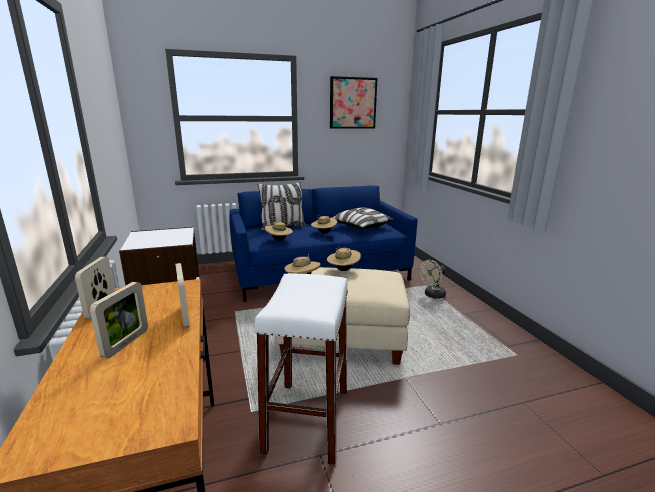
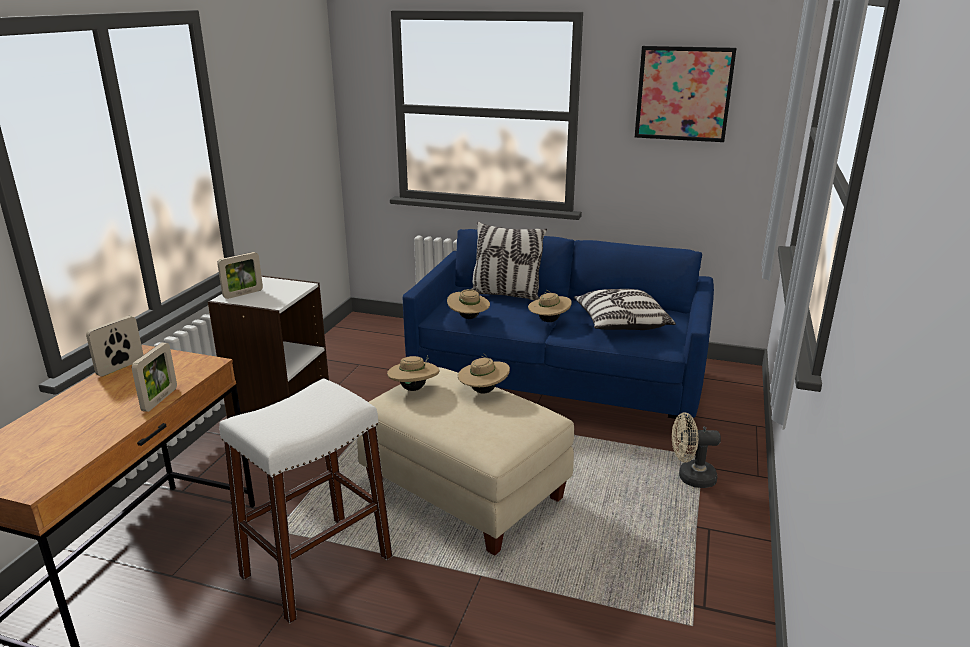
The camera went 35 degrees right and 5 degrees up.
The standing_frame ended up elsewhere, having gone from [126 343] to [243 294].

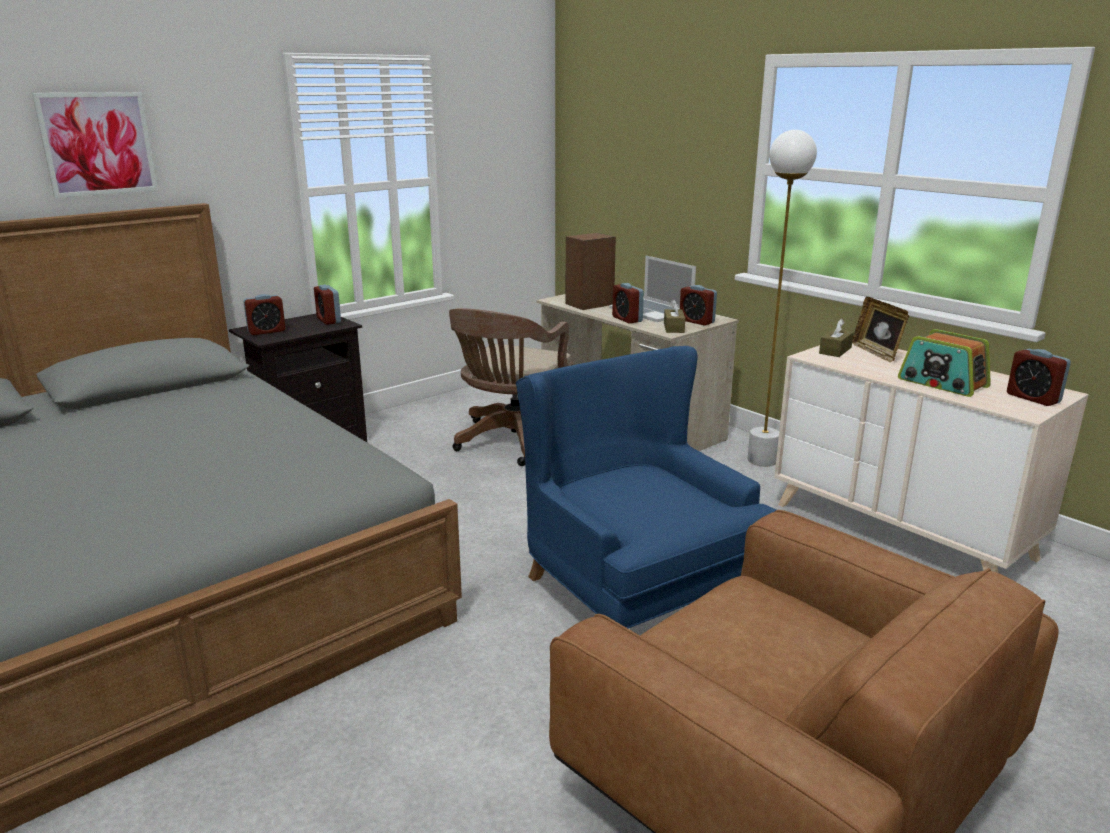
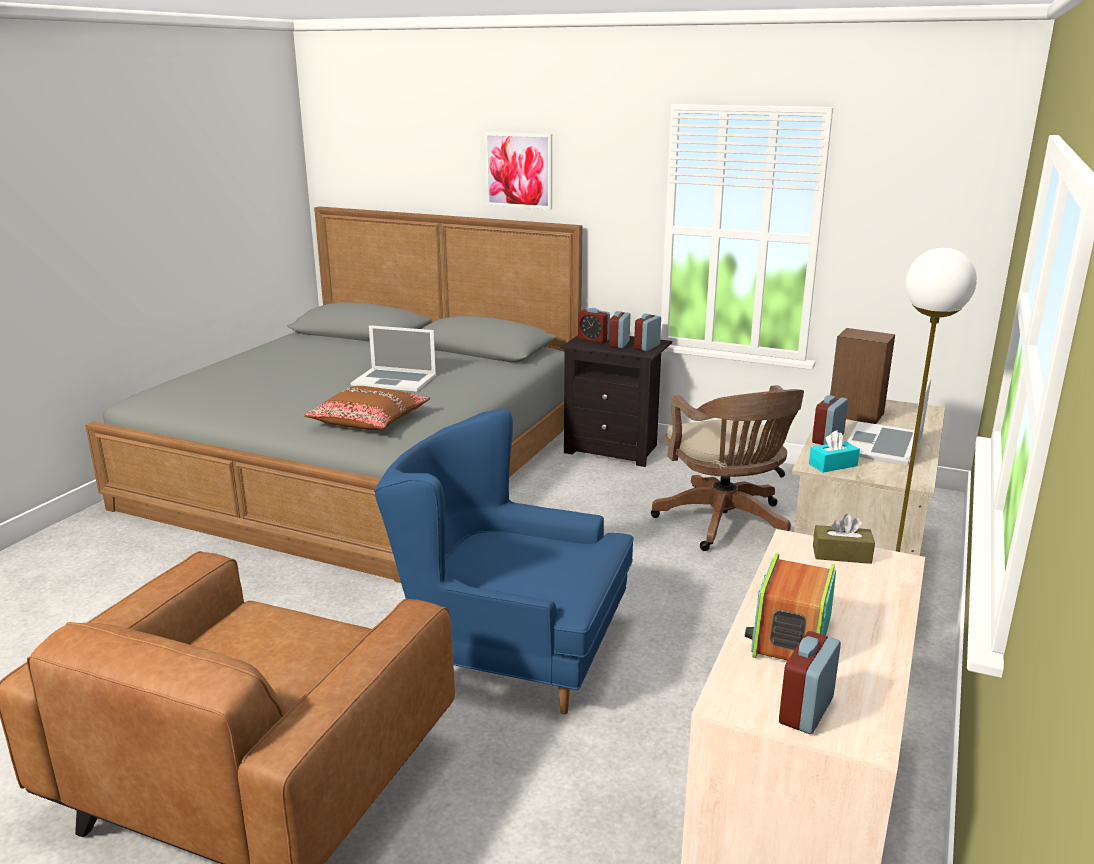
The camera went 65 degrees right and 0 degrees up.
The brownish_desk_chair at [512 442] ended up facing another way, 105 degrees counterclockwise from before.
The blue-coloured_easy_chair at [632 586] ended up facing another way, 105 degrees counterclockwise from before.
What was the brownish_box_of_tissues at [674 328] turned into the turquoise-coloured_box_of_tissues at [833 465].
The table_clock ended up elsewhere, having gone from [696 321] to [619 344].
The second view lost the standing_frame at [876 353].
The second view gained the brownish_cushion at [369 420].
The second view gained the portable_computer at [394 380].

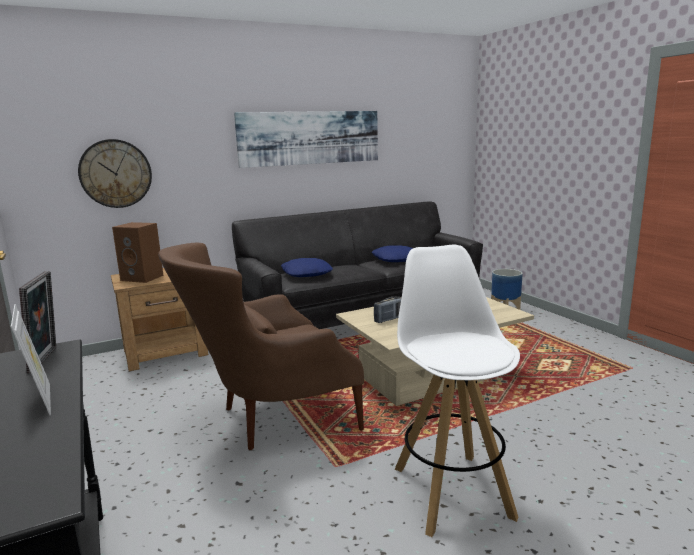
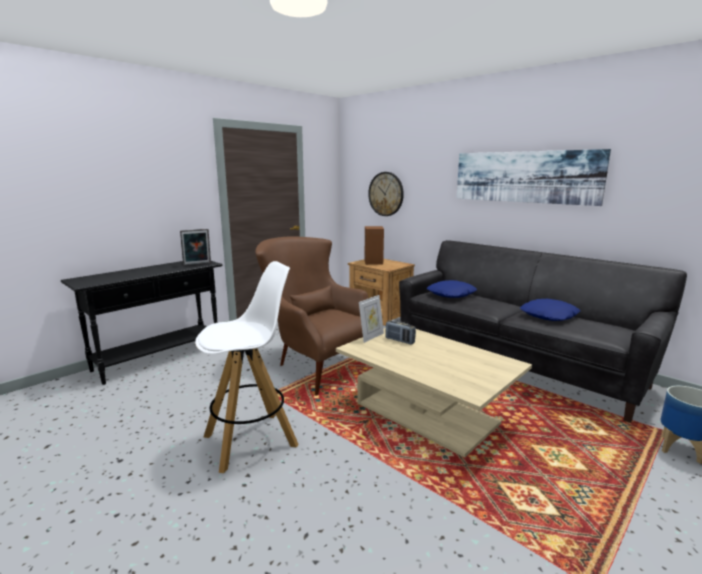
The camera went 70 degrees right and 0 degrees up.
The standing_frame ended up elsewhere, having gone from [41 401] to [371 337].

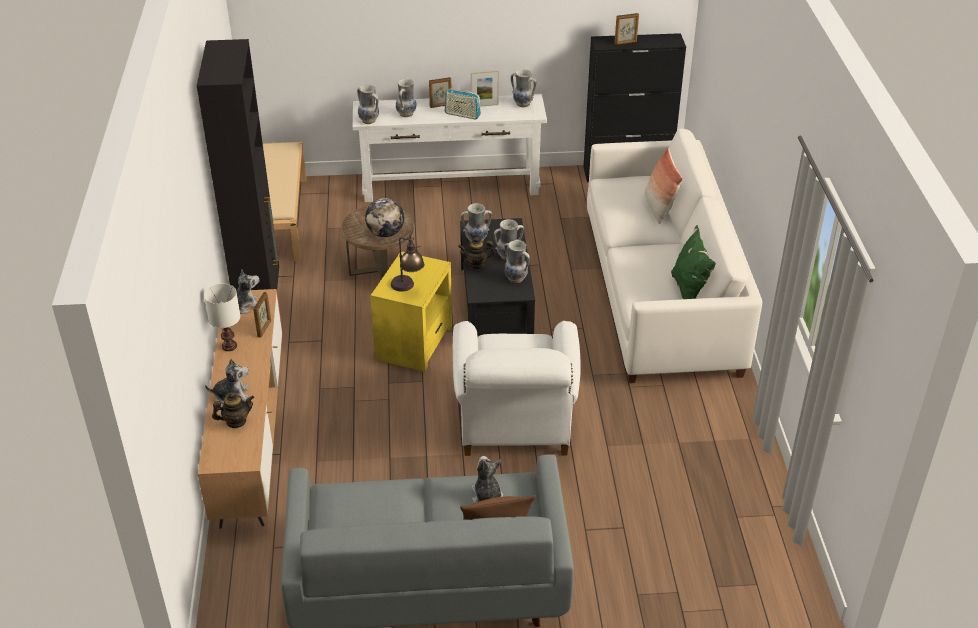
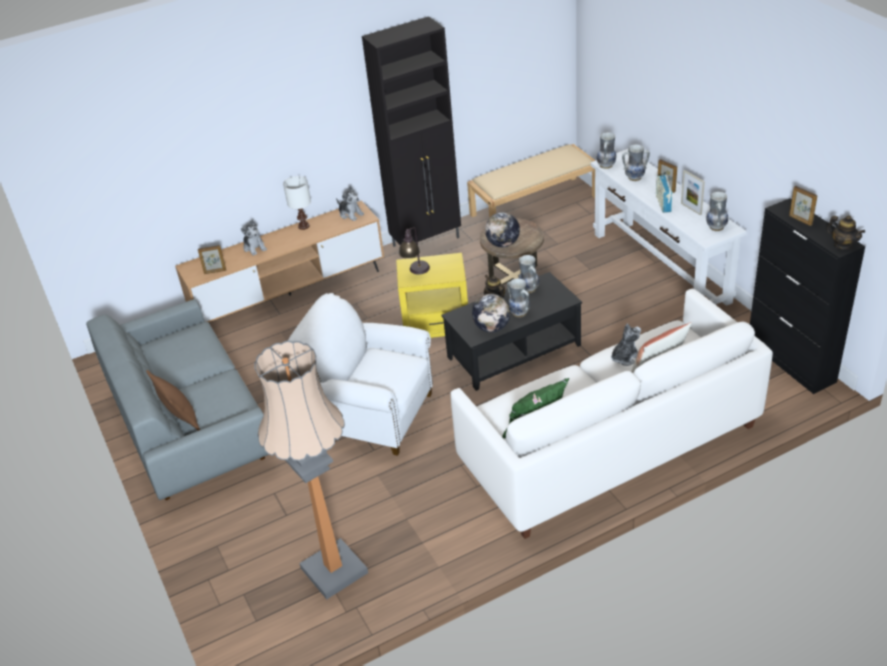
The camera went 70 degrees right and 0 degrees up.
The teapot ended up elsewhere, having gone from [236 421] to [843 245].
The standing_frame ended up elsewhere, having gone from [264 328] to [215 271].
The whitish_easy_chair at [515 426] ended up facing another way, 45 degrees clockwise from before.
The cuddly_toy ended up elsewhere, having gone from [487 496] to [625 357].
Where the vase stood at [516 278], the world_globe came to stand at [492 327].
The second view gained the floor_lamp at [334 570].

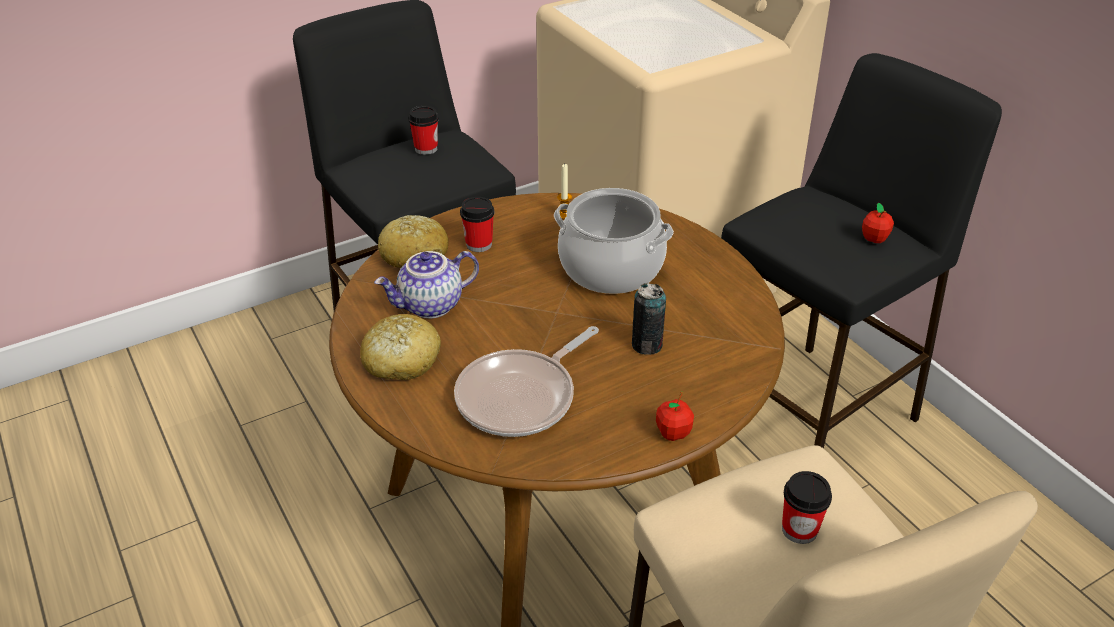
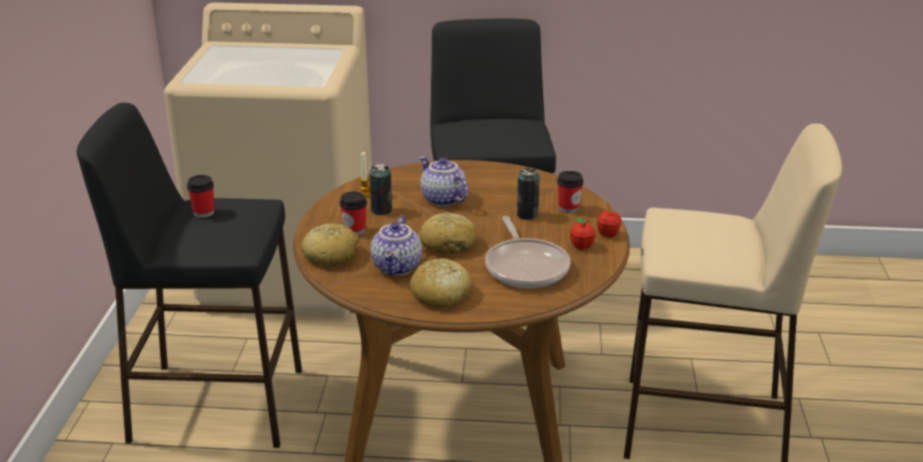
The camera went 55 degrees left and 10 degrees down.
Where the stockpot stood at [610 268], the teapot came to stand at [442 199].
The drinking_cup ended up elsewhere, having gone from [799 529] to [568 208].
The apple ended up elsewhere, having gone from [874 239] to [581 246].
The second view gained the metal_can at [381 210].
The second view gained the bread at [449 244].

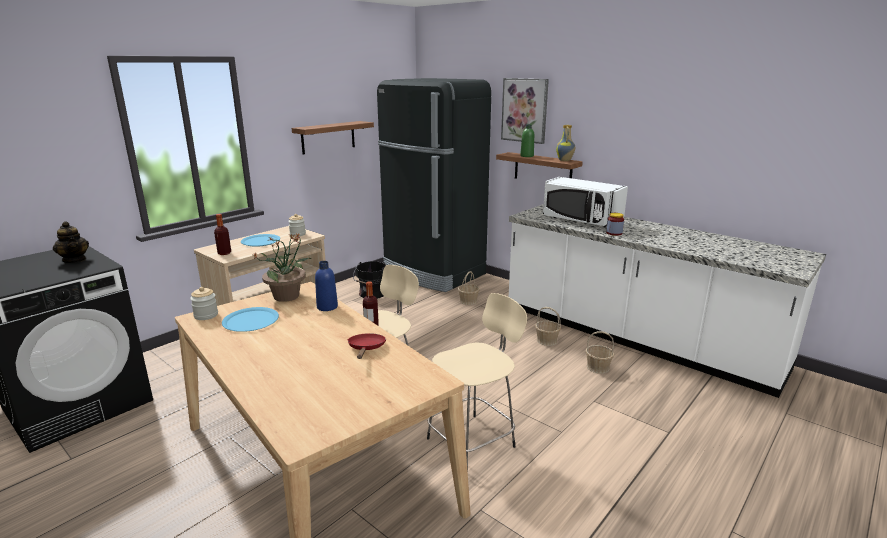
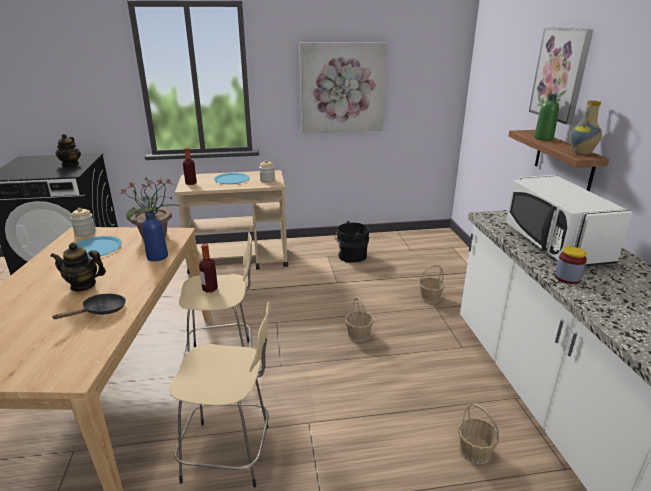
The camera went 40 degrees right and 5 degrees up.
Where the wall_shelf hung at [328 137], the wall_picture came to hang at [342 88].
What was the red_pan at [366 349] turned into the blackish_pan at [101 311].
The second view lost the blackish_kitchen_fridge at [433 273].
The basket ended up elsewhere, having gone from [547 340] to [358 334].
The second view gained the teapot at [83 285].

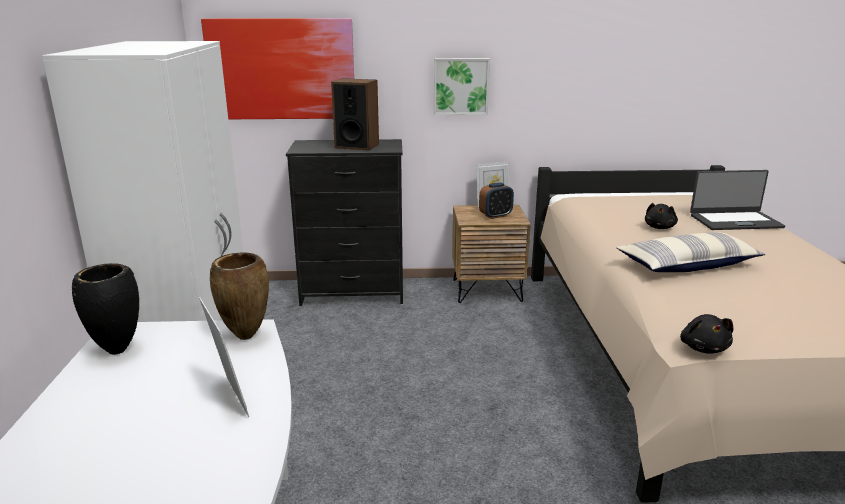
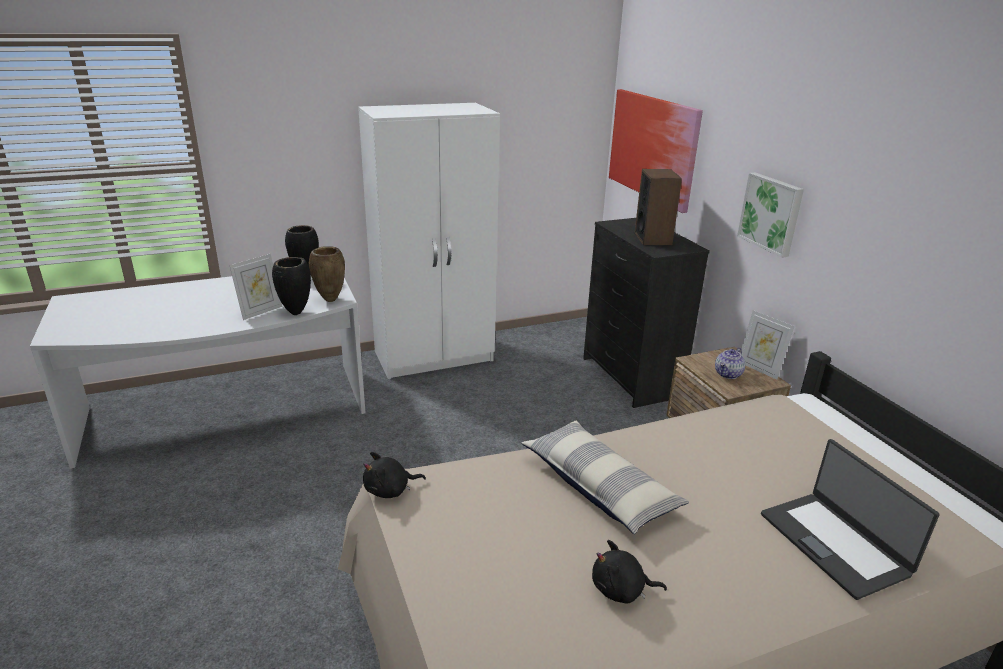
The camera went 70 degrees right and 5 degrees up.
Where the table_clock stood at [495 216], the teapot came to stand at [728 374].
The blackish_cuddly_toy ended up elsewhere, having gone from [659 227] to [621 590].
The second view gained the blackish_vase at [296 313].

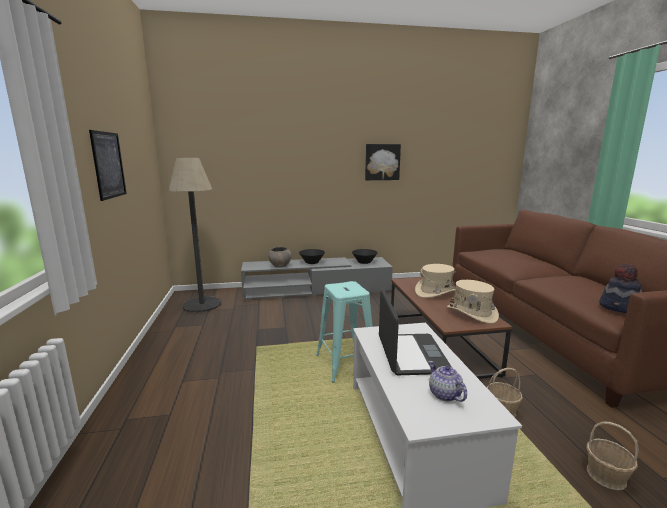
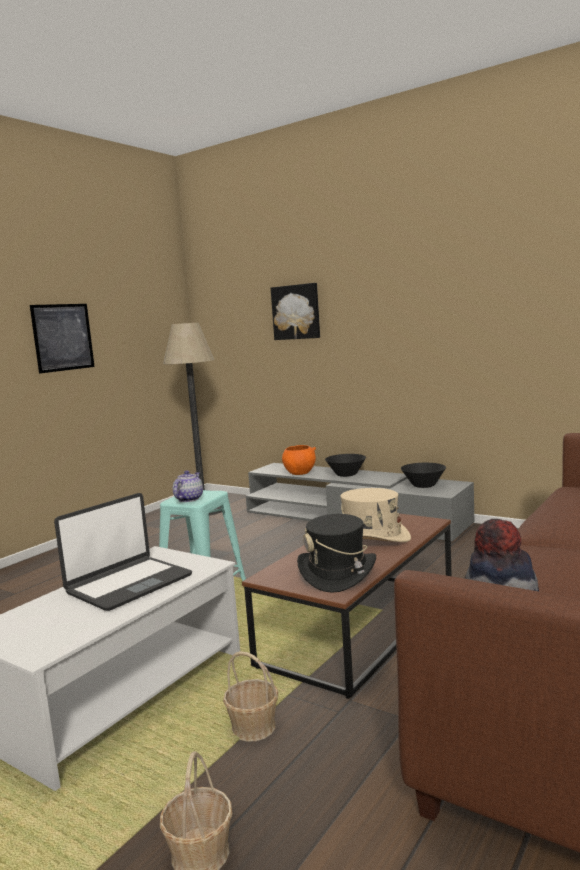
The camera went 45 degrees right and 5 degrees down.
What was the gray_serving_bowl at [280 266] turned into the orange-coloured_serving_bowl at [299 473].
The wall_picture ended up elsewhere, having gone from [382 162] to [296 312].
The teapot ended up elsewhere, having gone from [444 394] to [188 499].
What was the sand-coloured_wearable_hat at [471 313] turned into the blackish_wearable_hat at [338 574].

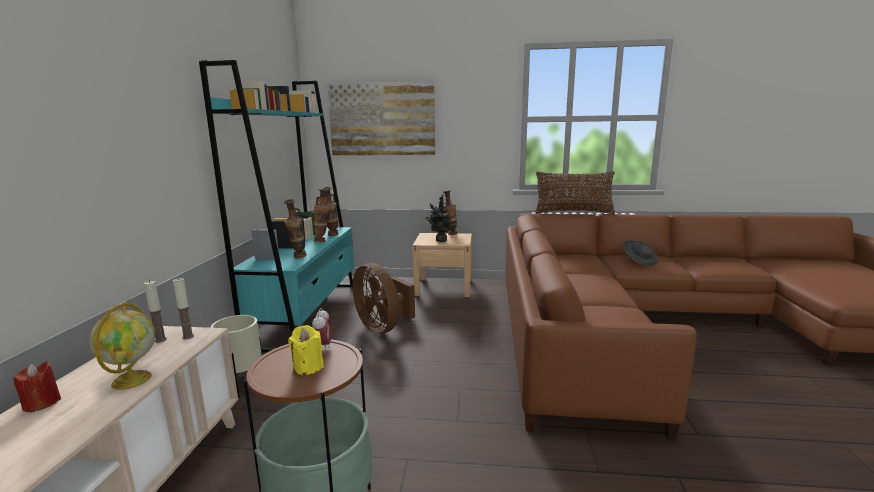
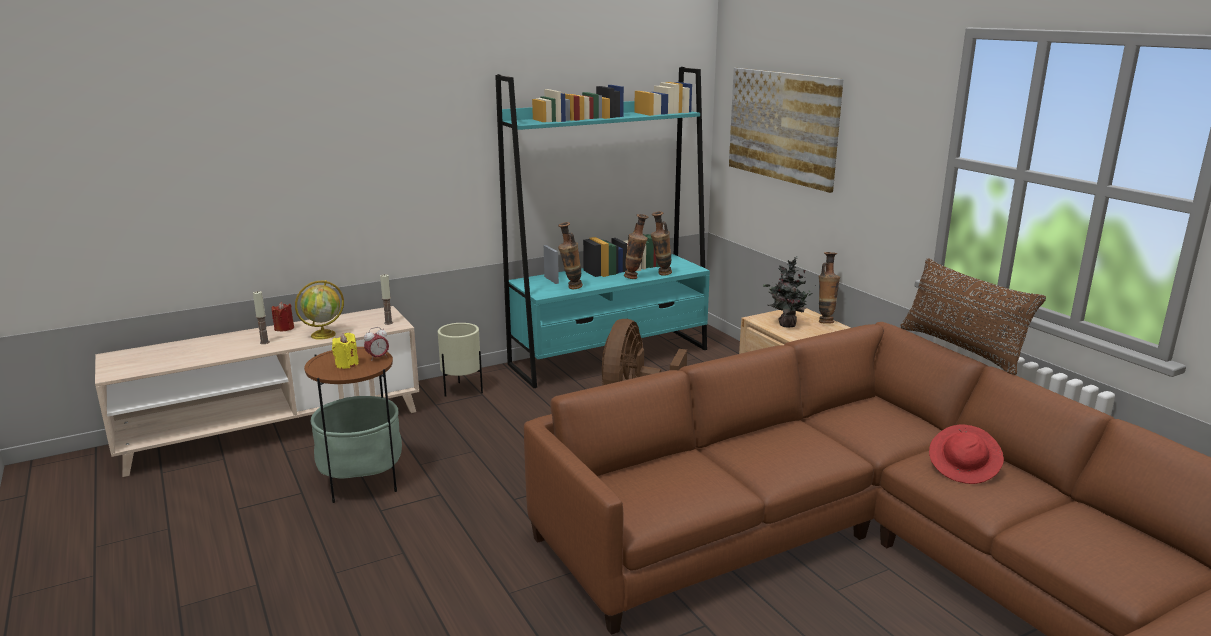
The camera went 55 degrees right and 5 degrees up.
The wax_candle ended up elsewhere, having gone from [160 340] to [264 342].
What was the gray_wearable_hat at [639 261] turned into the red_wearable_hat at [964 468].

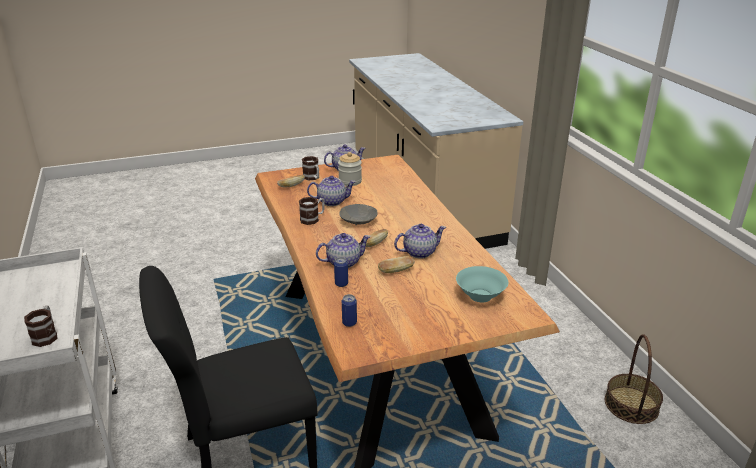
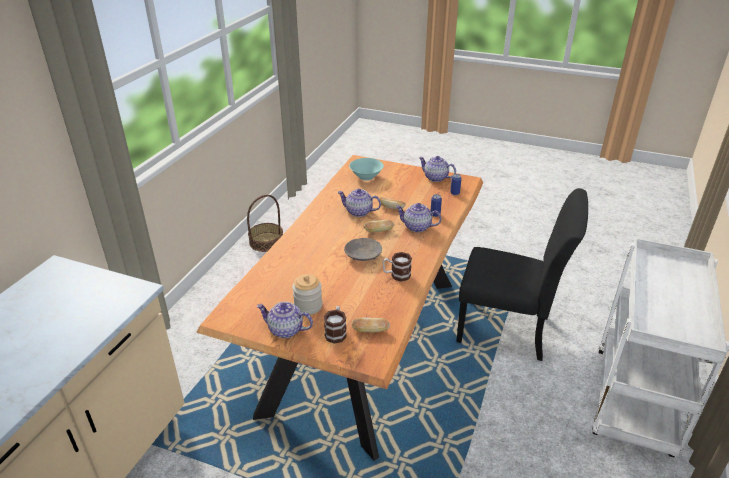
The camera went 140 degrees left and 5 degrees up.
The second view lost the coffee_mug at [46 335].
The teapot ended up elsewhere, having gone from [332 201] to [435 178].

